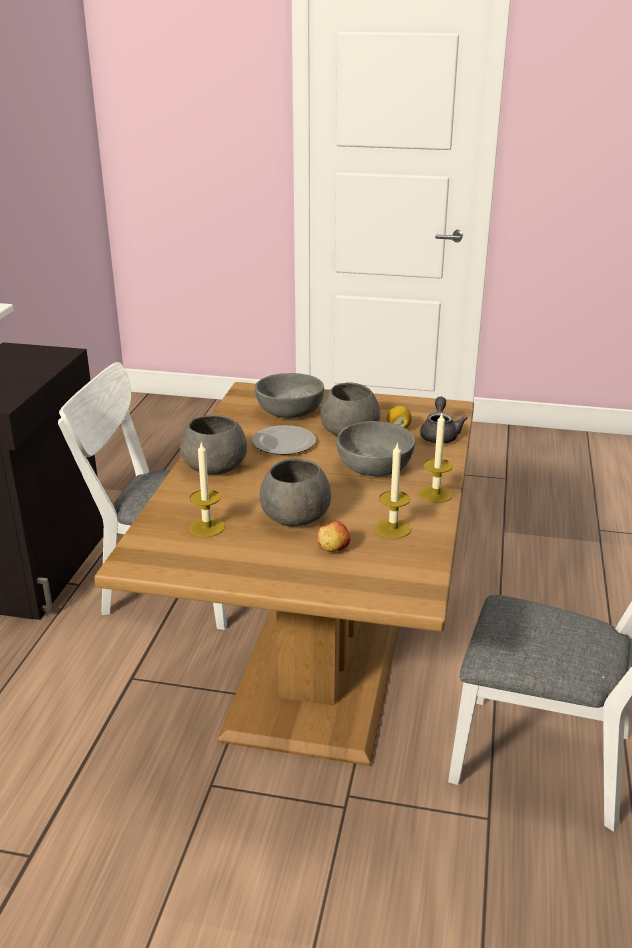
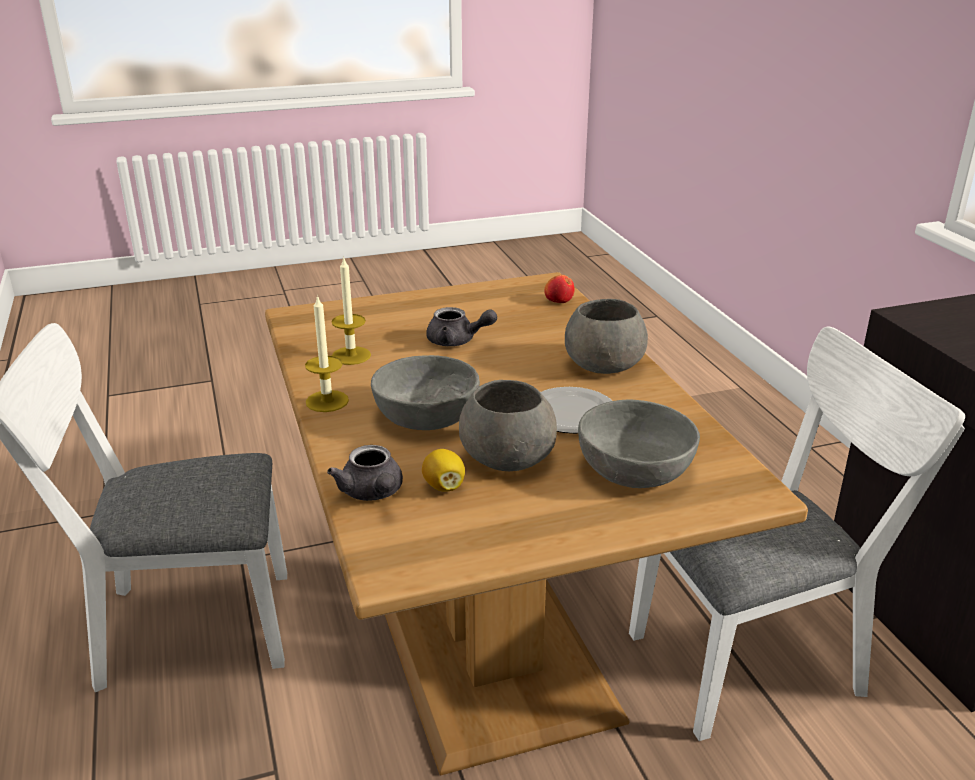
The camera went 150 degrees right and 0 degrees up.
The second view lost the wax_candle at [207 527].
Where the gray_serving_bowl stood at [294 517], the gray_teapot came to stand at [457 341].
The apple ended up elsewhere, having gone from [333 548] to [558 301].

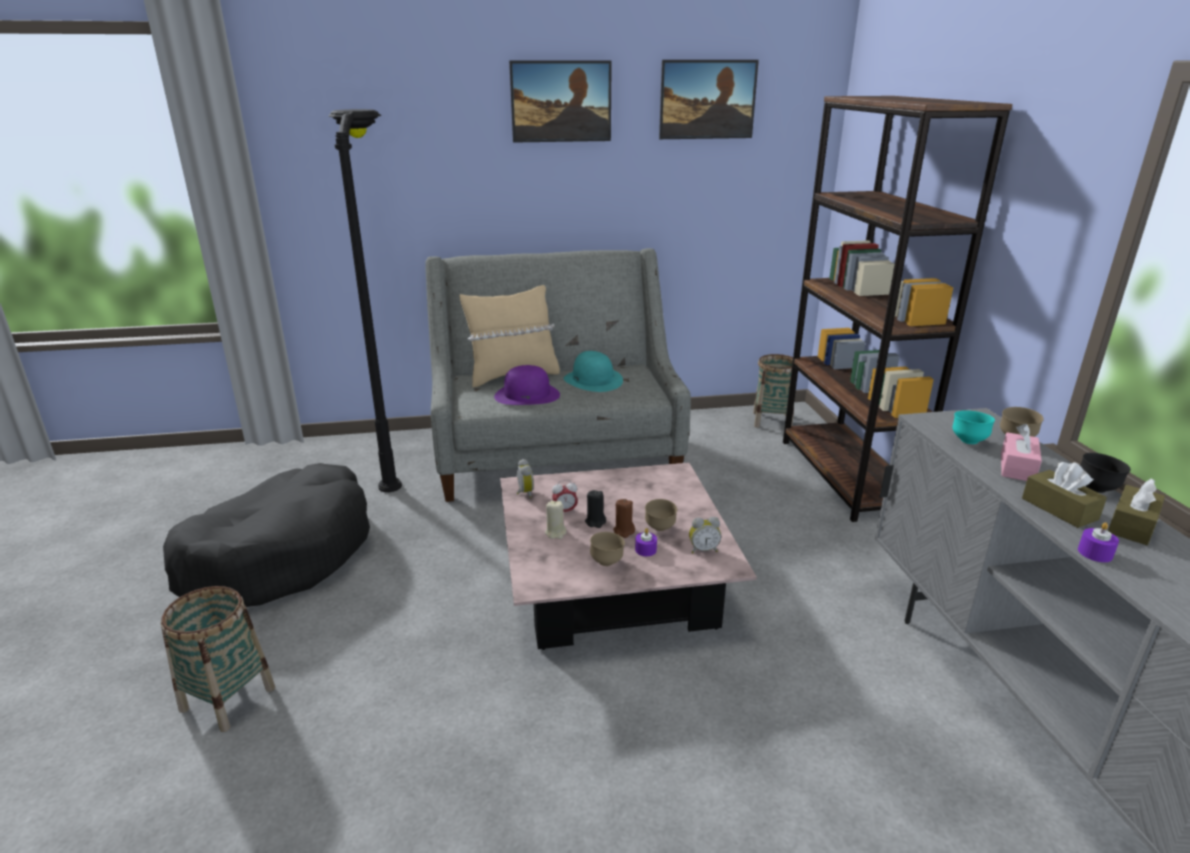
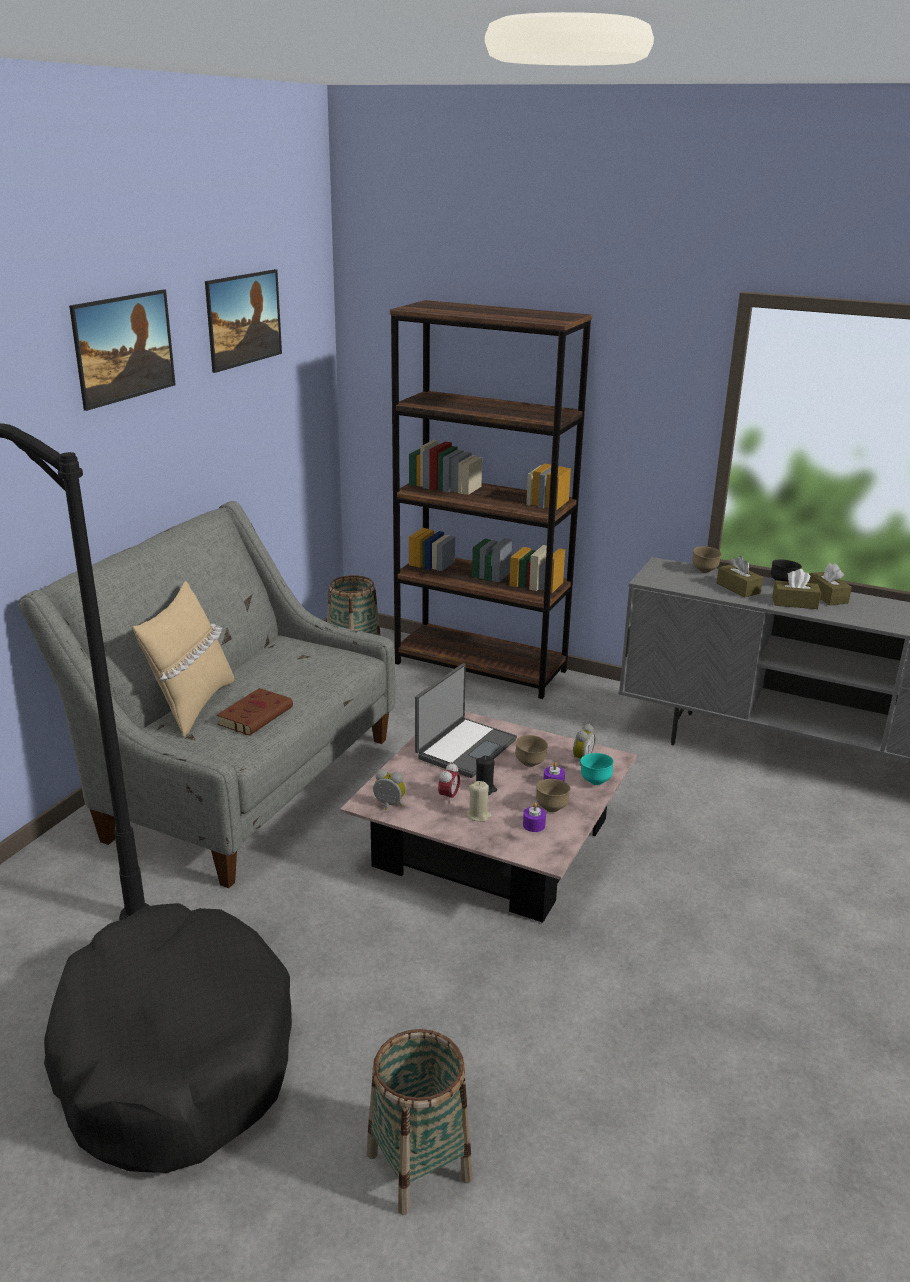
The camera went 55 degrees left and 0 degrees up.
Where the purple_wearable_hat stood at [527 395], the brownish_bound_book came to stand at [256 715].
The second view lost the turquoise-coloured_wearable_hat at [593 380].
The second view lost the brownish_wax_candle at [624 531].
The turquoise-coloured_serving_bowl ended up elsewhere, having gone from [968 441] to [595 781].
What was the pinkish_box_of_tissues at [1017 467] turned into the brownish_box_of_tissues at [738 588].
The purple_wax_candle ended up elsewhere, having gone from [1095 553] to [534 825].
The second view gained the portable_computer at [465 748].

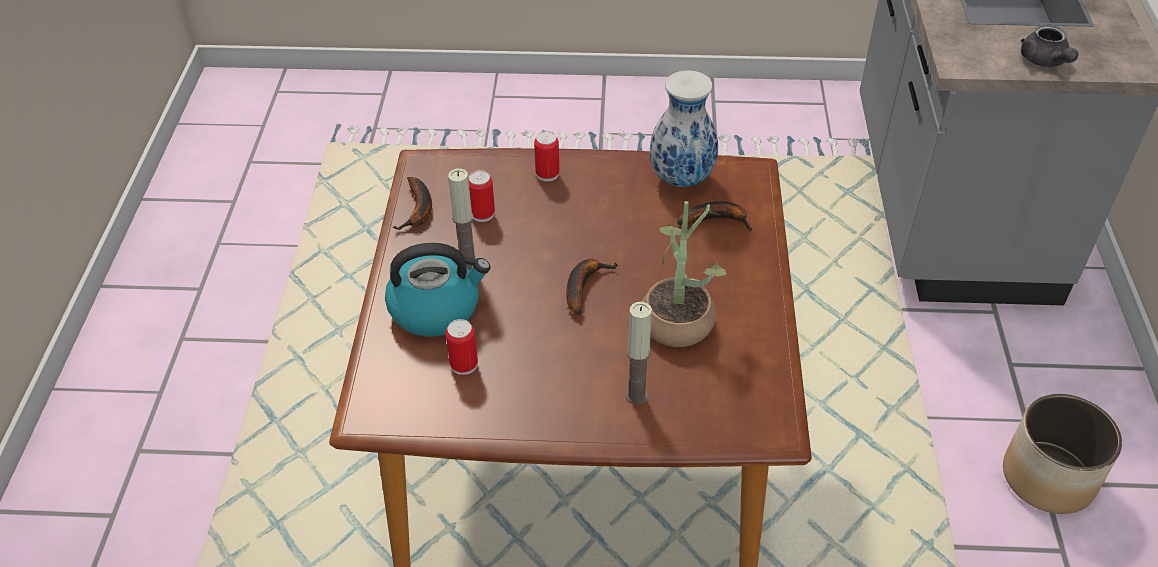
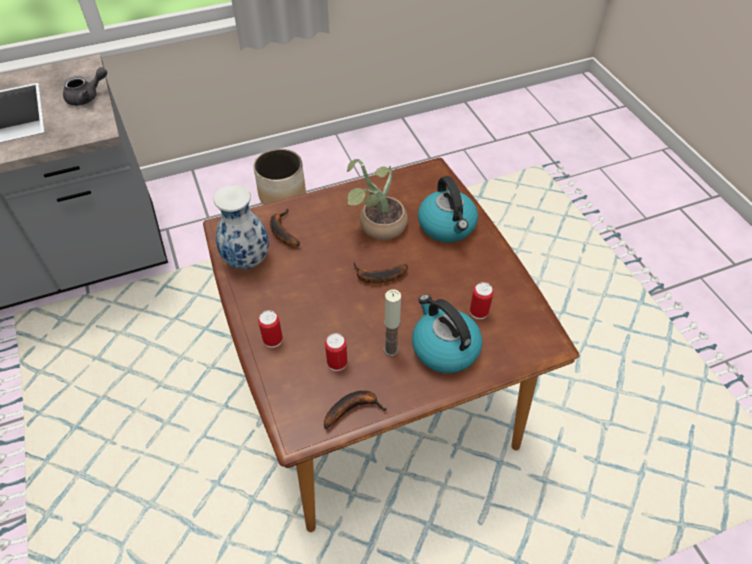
The camera went 115 degrees left and 5 degrees up.
Where the wax_candle stood at [636 395], the kettle came to stand at [447 226].

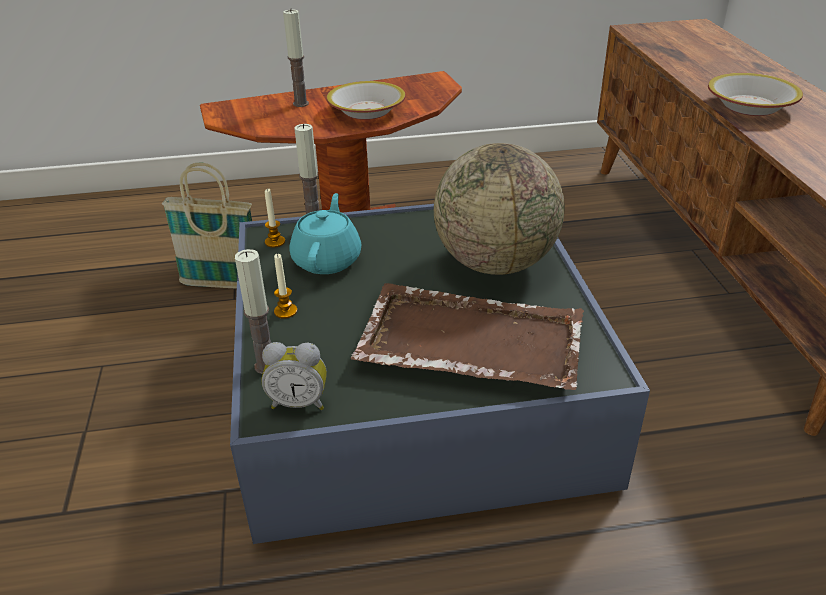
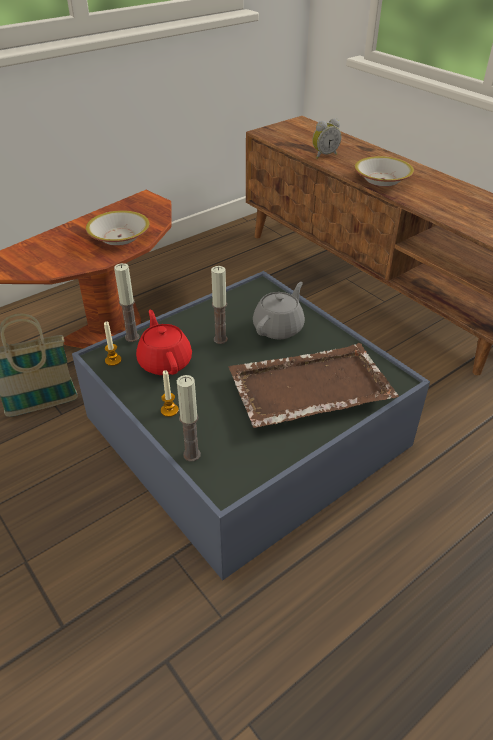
The camera went 30 degrees left and 5 degrees up.
The table_clock ended up elsewhere, having gone from [299 402] to [324 155].
The wax_candle ended up elsewhere, having gone from [300 103] to [220 339].
What was the turquoise-coloured_teapot at [327 259] turned into the red_teapot at [165 361].
Where the world_globe stood at [495 263], the gray_teapot came to stand at [279 328].

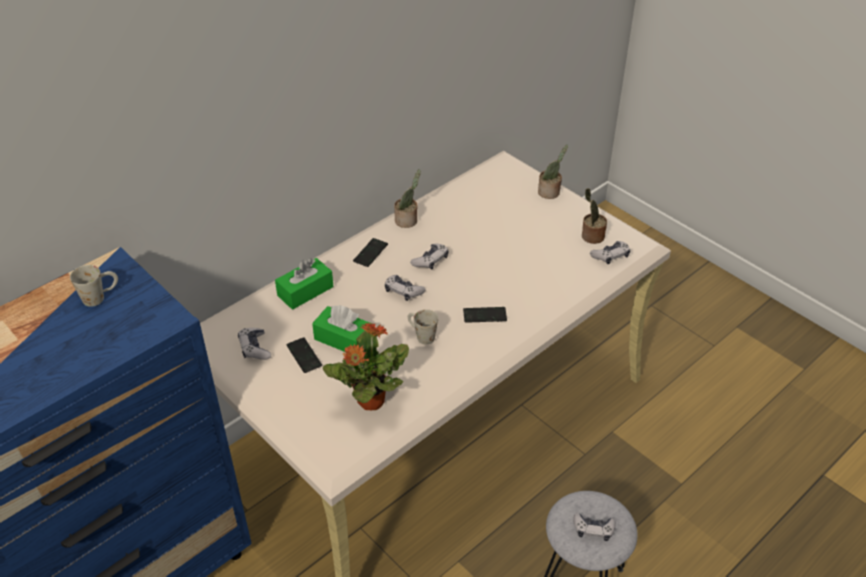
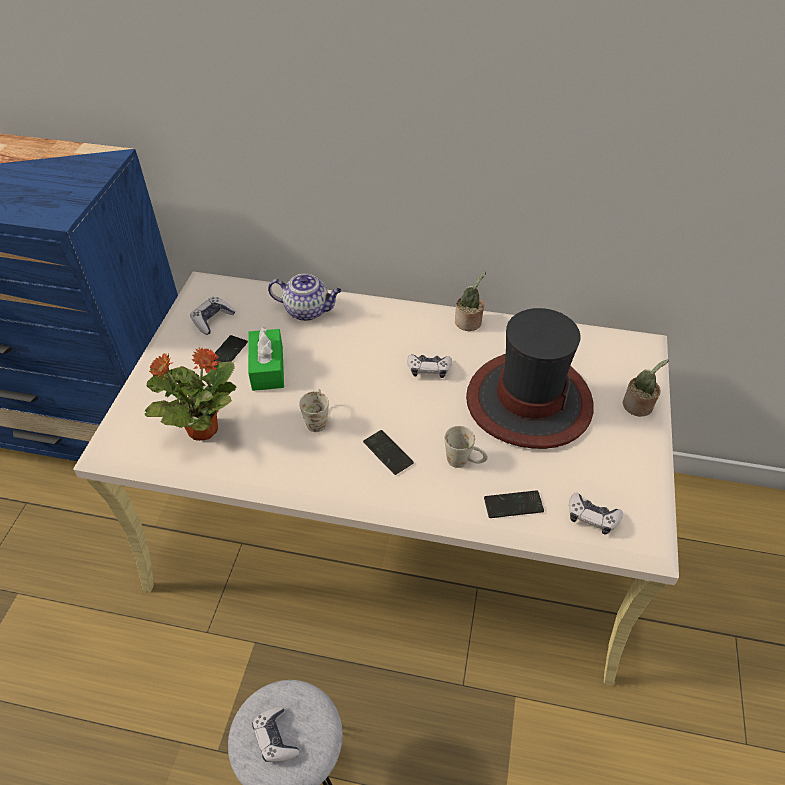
The camera went 55 degrees right and 5 degrees up.
The whitish_coffee_mug ended up elsewhere, having gone from [100 296] to [464 461].
Where the green_box_of_tissues stood at [305 291], the teapot came to stand at [308 310].
The telephone ended up elsewhere, having gone from [370 253] to [513 505].
The second view lost the game_controller at [403 291].
The second view lost the potted_plant at [591 236].
The second view gained the wearable_hat at [528 401].

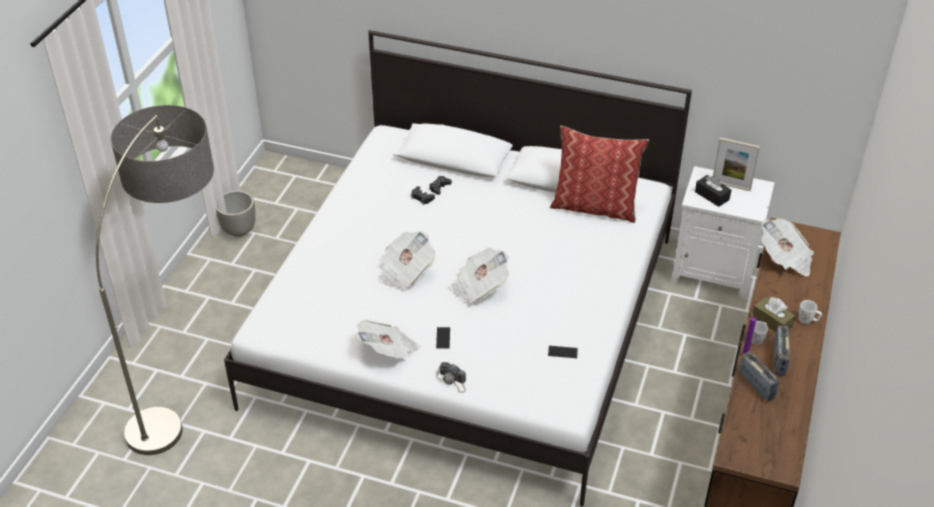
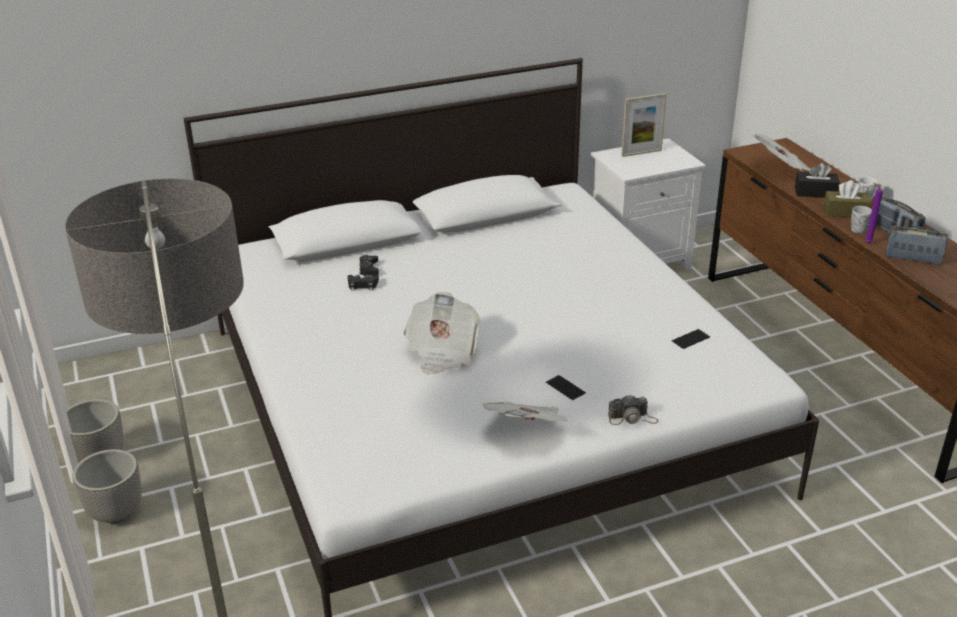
The camera went 40 degrees left and 10 degrees down.
The second view lost the newspaper at [479 287].
The second view lost the cushion at [595 206].
The blackish_box_of_tissues ended up elsewhere, having gone from [712 196] to [815 192].
The second view gained the planter at [116 512].

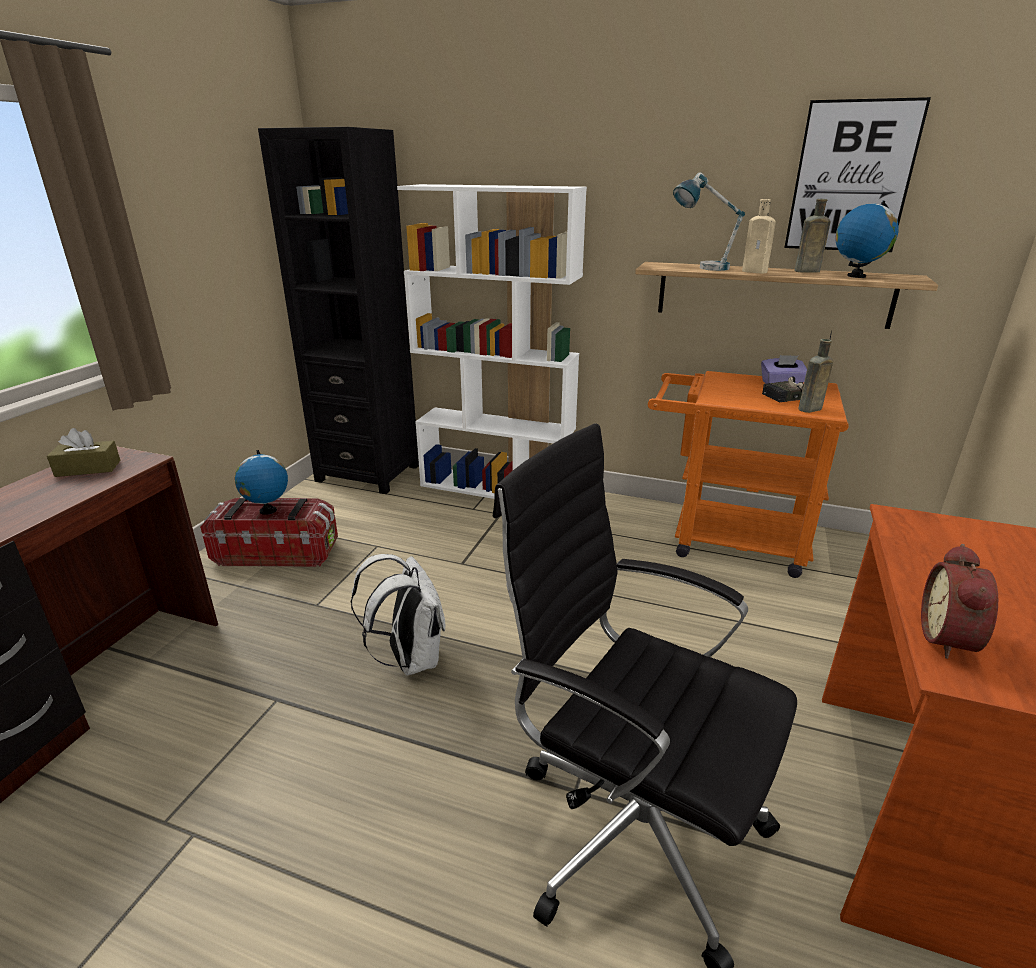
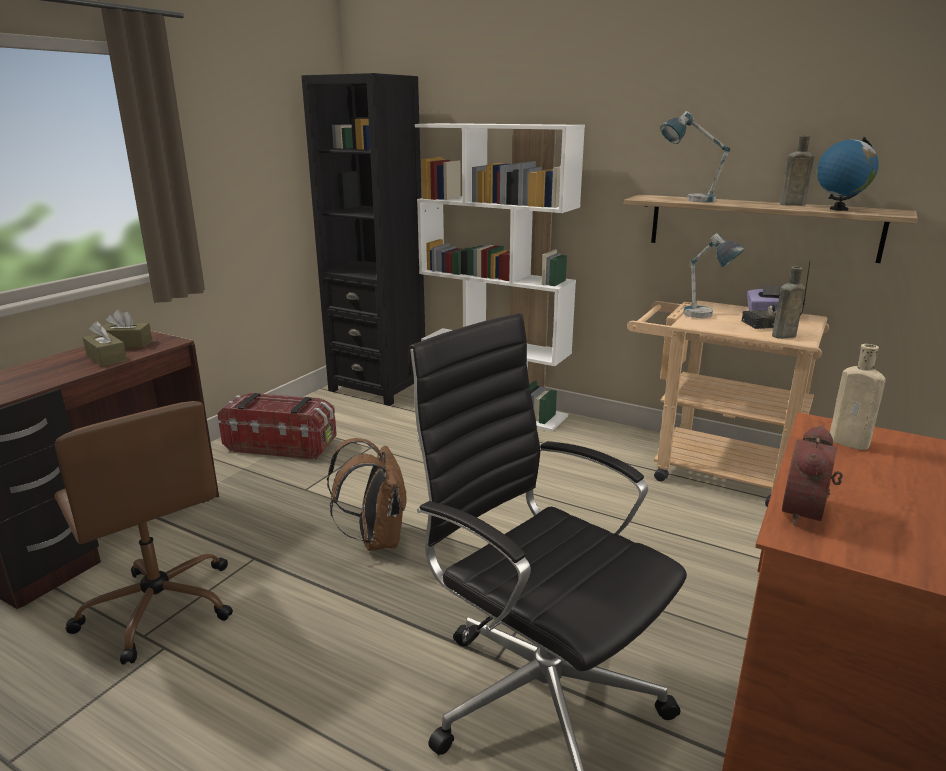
The camera went 10 degrees right and 5 degrees down.
The second view lost the world_globe at [267 511].
What was the whitish_backpack at [409 658] turned into the brownish_backpack at [376 539].
What was the orange-coloured_trolley at [725 539] turned into the sand-coloured_trolley at [709 469].
The sand-coloured_bottle ended up elsewhere, having gone from [756 272] to [851 443].
The second view lost the wall_picture at [852 177].
The second view gained the brownish_desk_chair at [159 606].
The second view gained the brownish_box_of_tissues at [106 358].
The second view gained the lamp_for_a_table at [705 317].

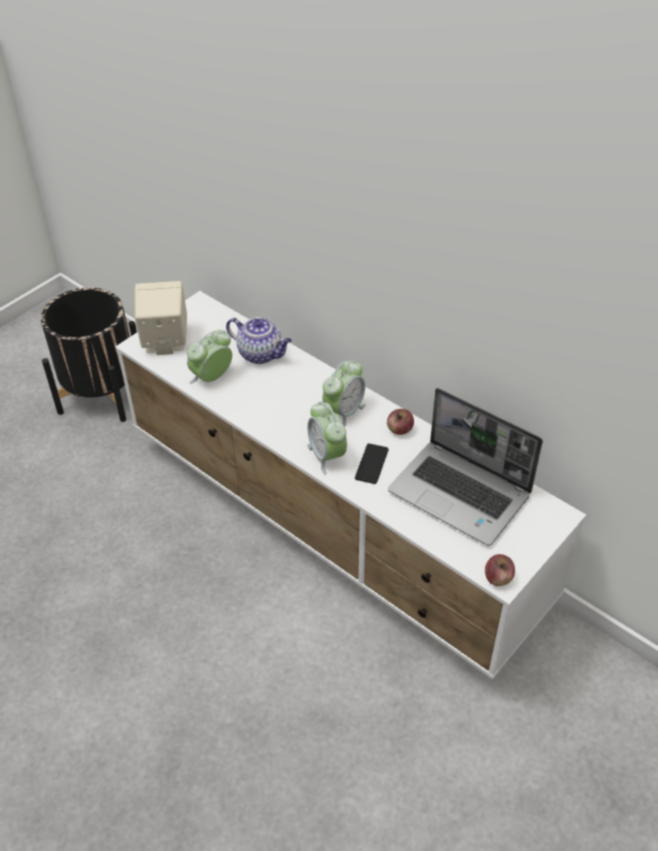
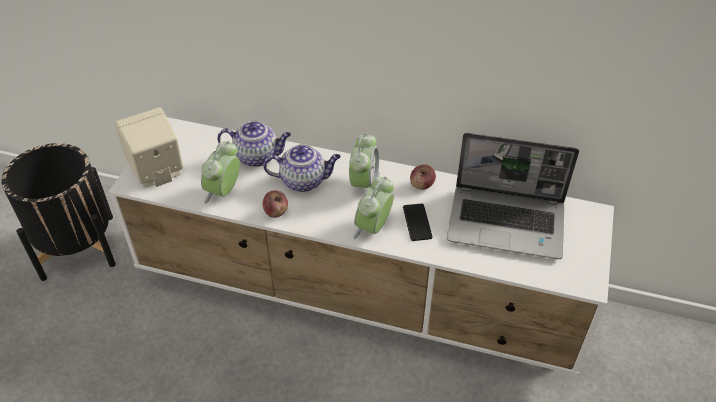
The camera went 25 degrees left and 0 degrees up.
The table_clock at [327 455] ended up facing another way, 75 degrees clockwise from before.
The apple ended up elsewhere, having gone from [498 578] to [276 212].
The second view gained the teapot at [304 181].

